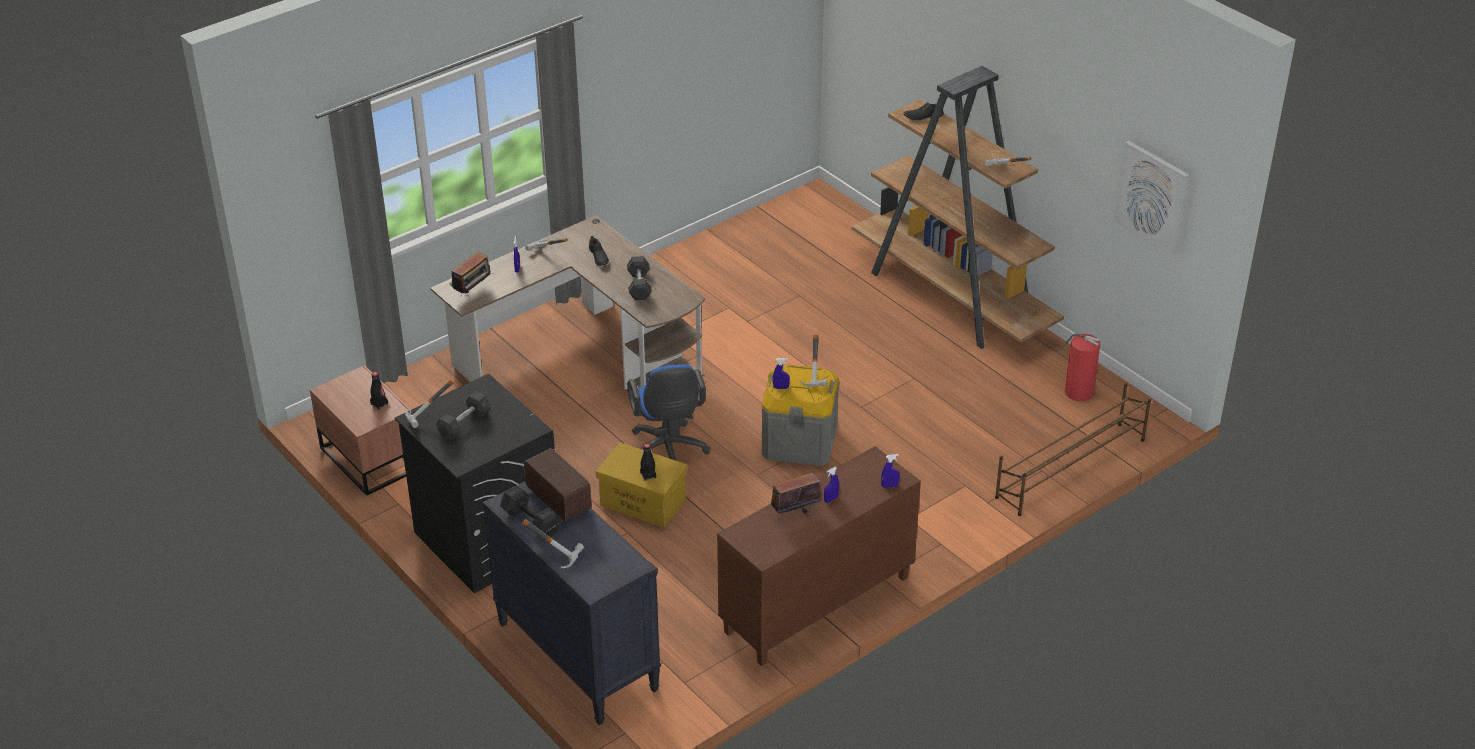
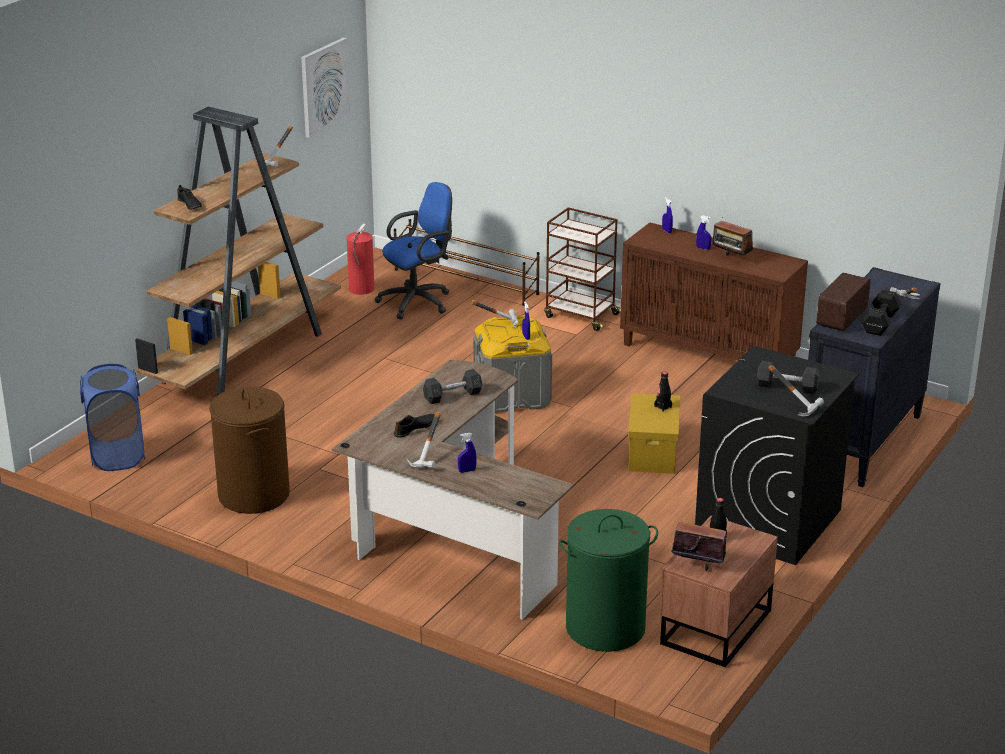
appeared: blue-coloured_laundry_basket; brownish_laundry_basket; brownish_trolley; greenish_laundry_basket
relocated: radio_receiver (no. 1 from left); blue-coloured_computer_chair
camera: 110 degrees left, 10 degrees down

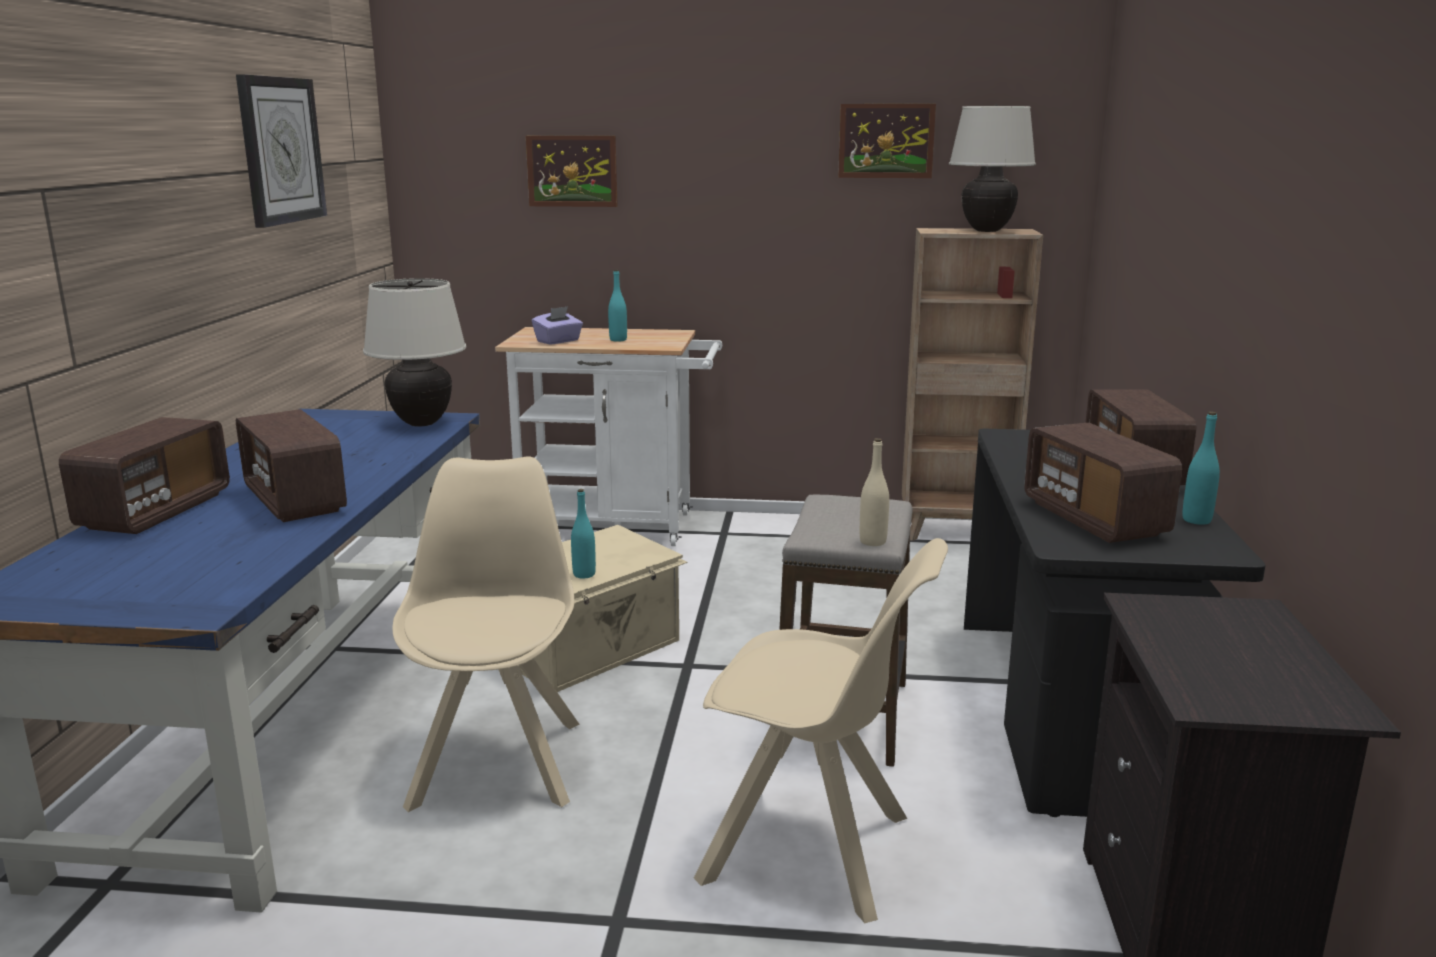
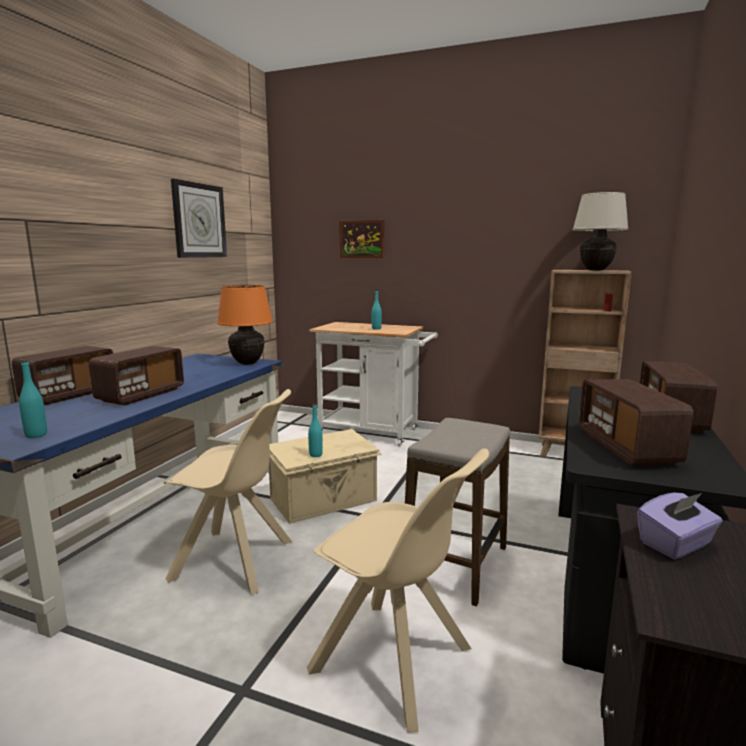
missing: wall_art (no. 2 from left); sand-coloured_beverage_bottle
relocated: purple-coloured_tissue_holder; turquoise-coloured_beverage_bottle (no. 3 from left in the first image) to turquoise-coloured_beverage_bottle (no. 1 from left)
colour: sand-coloured_tabletop_lamp (no. 1 from left) to orange-coloured_tabletop_lamp
spun: radio_receiver (no. 2 from left) 135 degrees counterclockwise; sand-coloured_chair (no. 1 from left) 90 degrees clockwise
camera: 15 degrees right, 5 degrees down

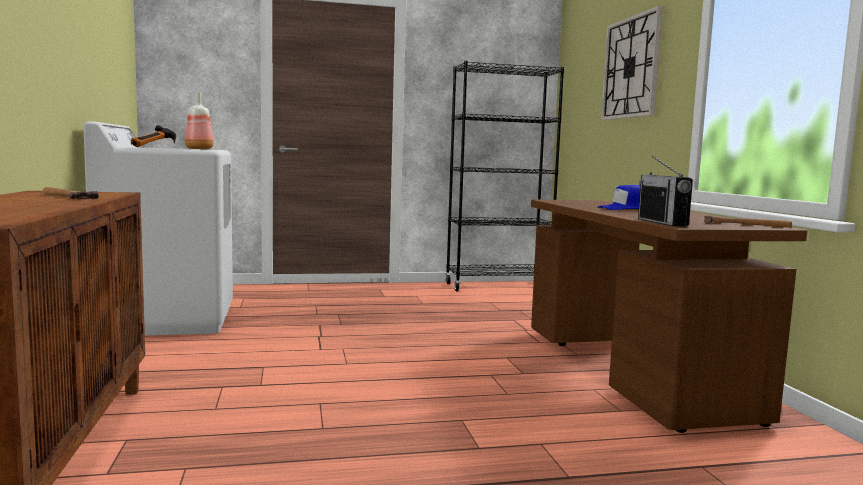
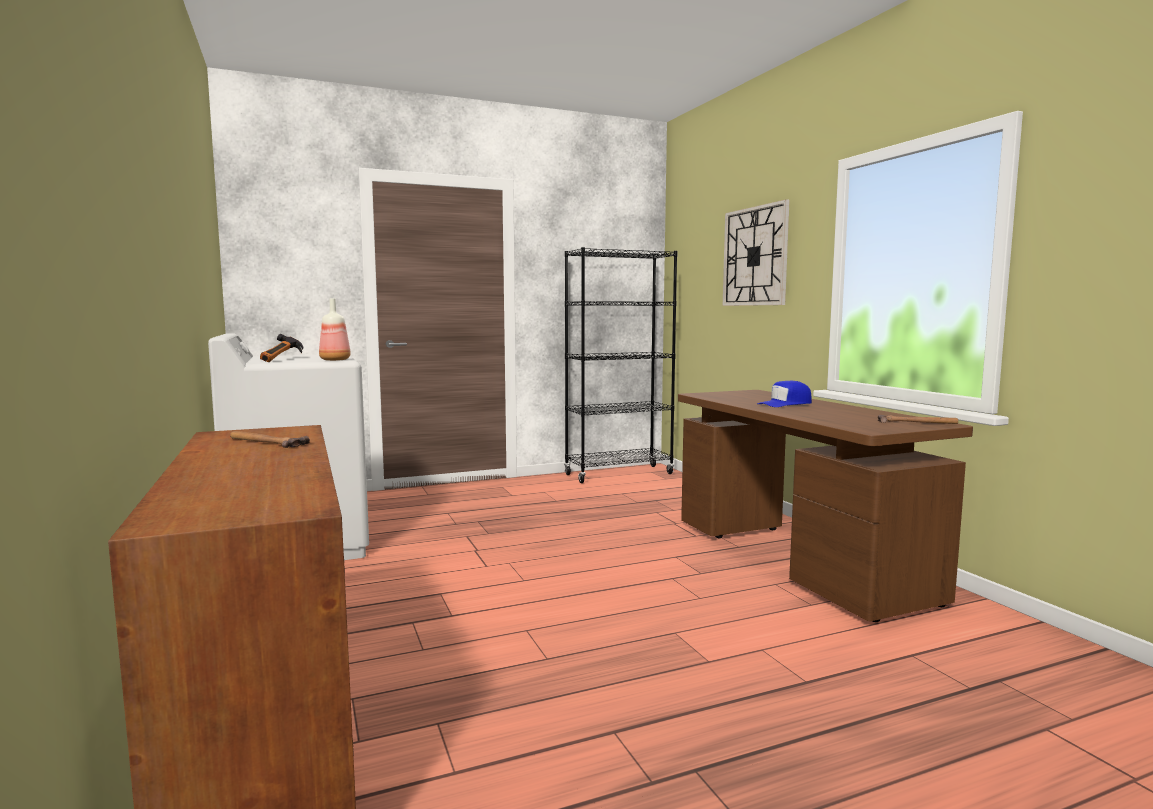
missing: radio_receiver
camera: 10 degrees left, 0 degrees up

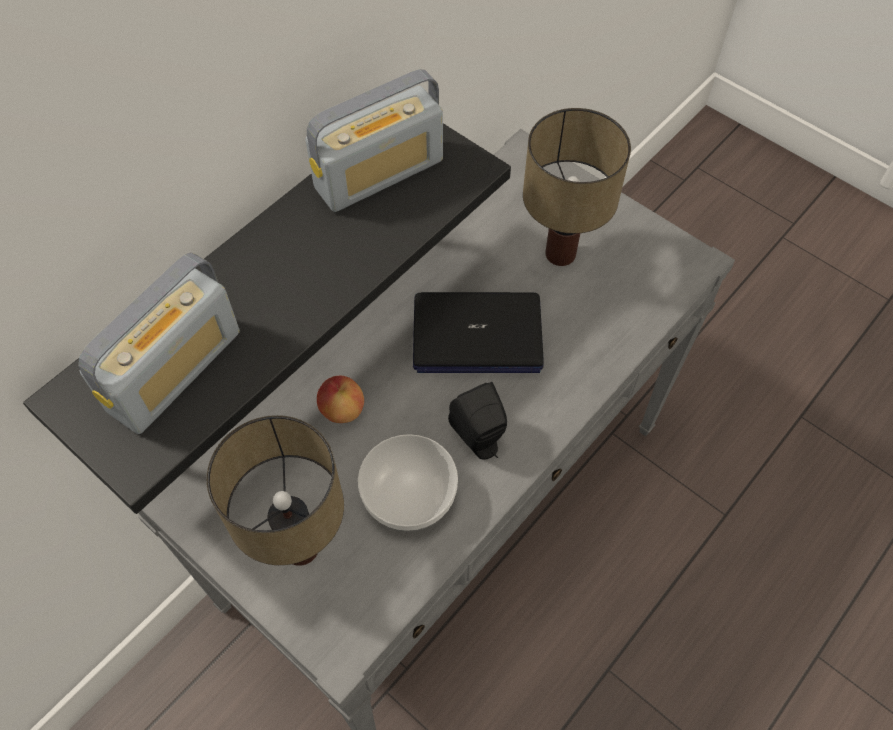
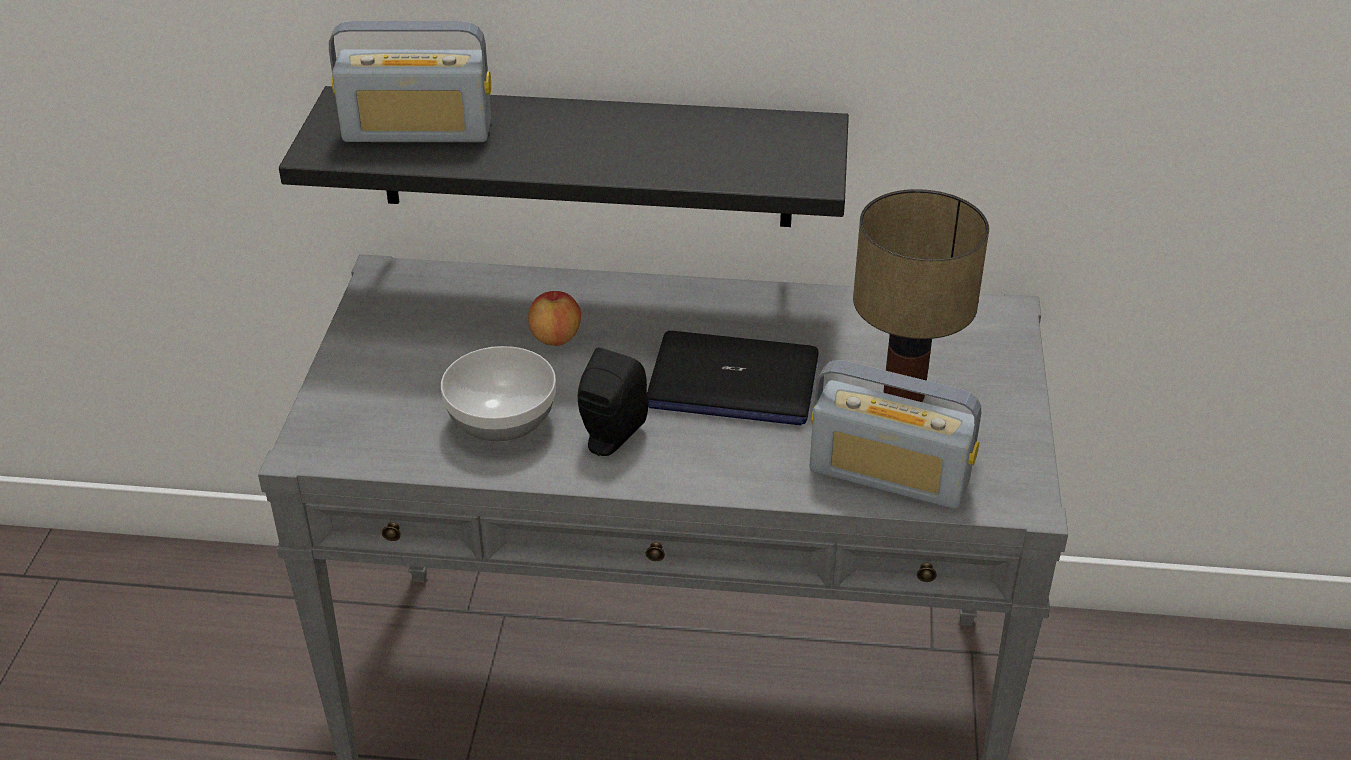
missing: tabletop_lamp (no. 1 from left)
relocated: radio_receiver (no. 2 from left)
spun: laptop 45 degrees counterclockwise
camera: 55 degrees right, 20 degrees down

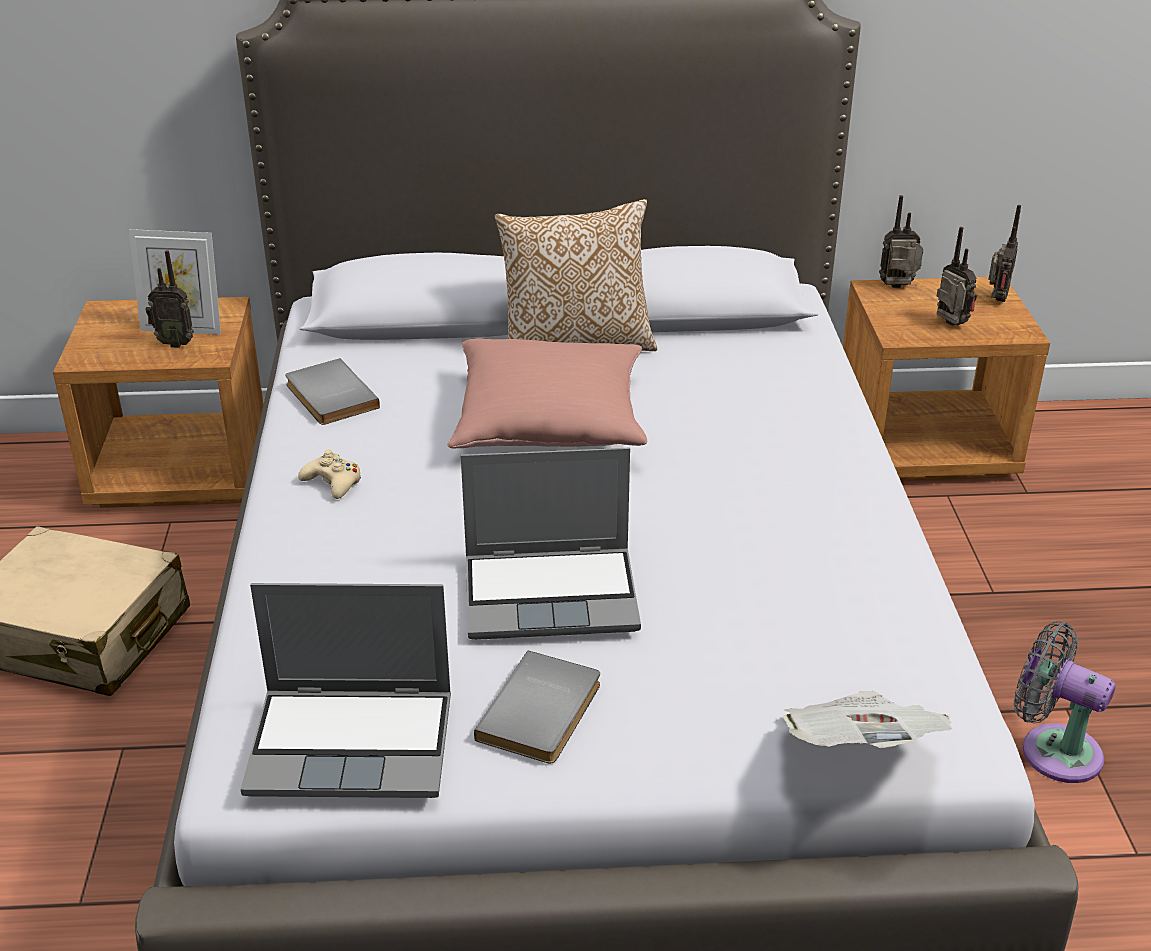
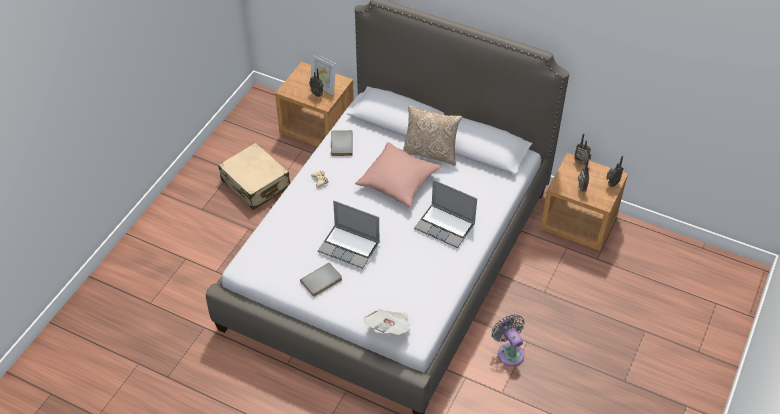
relocated: laptop (no. 1 from left in the first image) to laptop (no. 2 from left)
camera: 30 degrees right, 15 degrees up

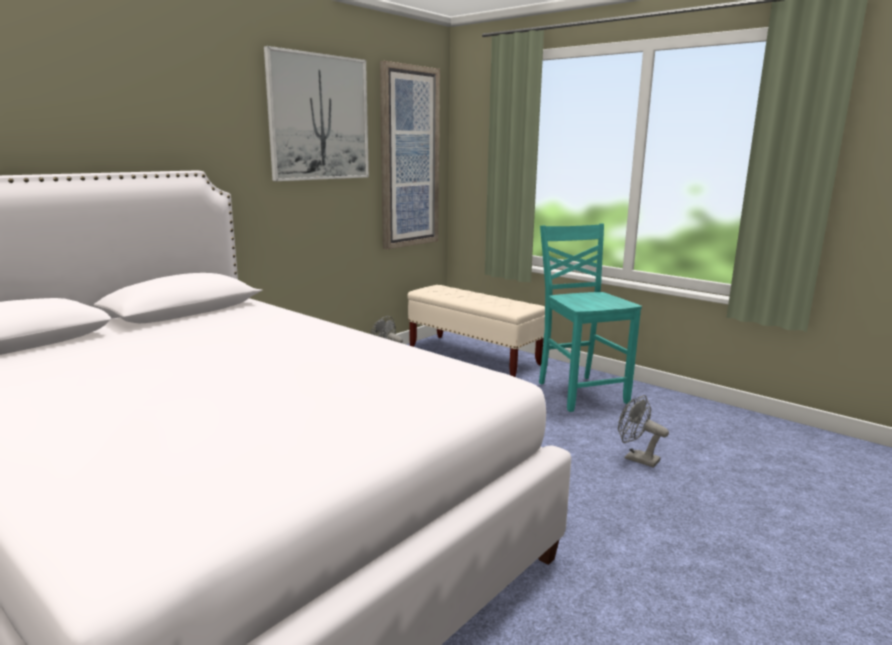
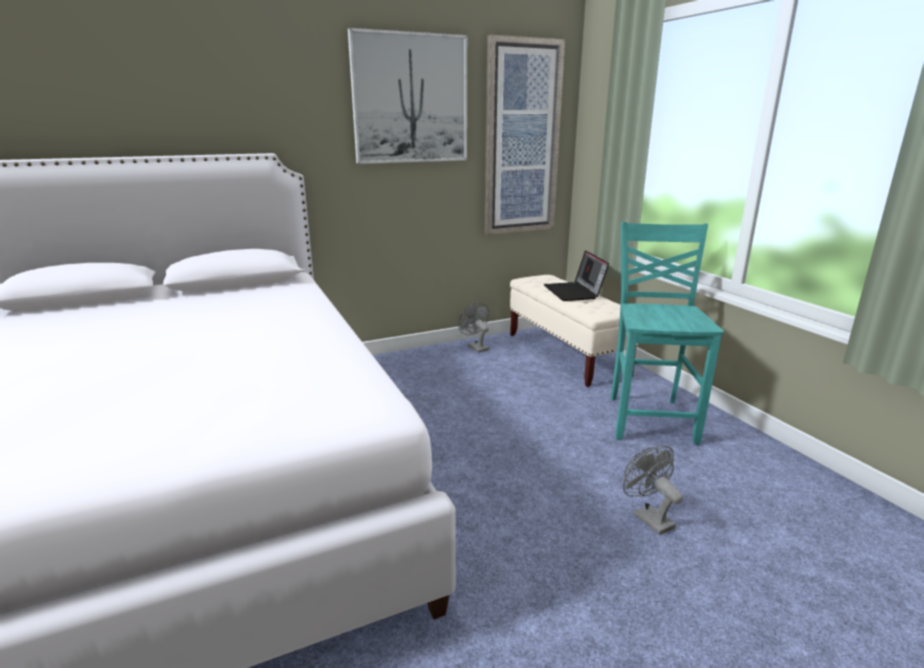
appeared: laptop
camera: 25 degrees right, 5 degrees up

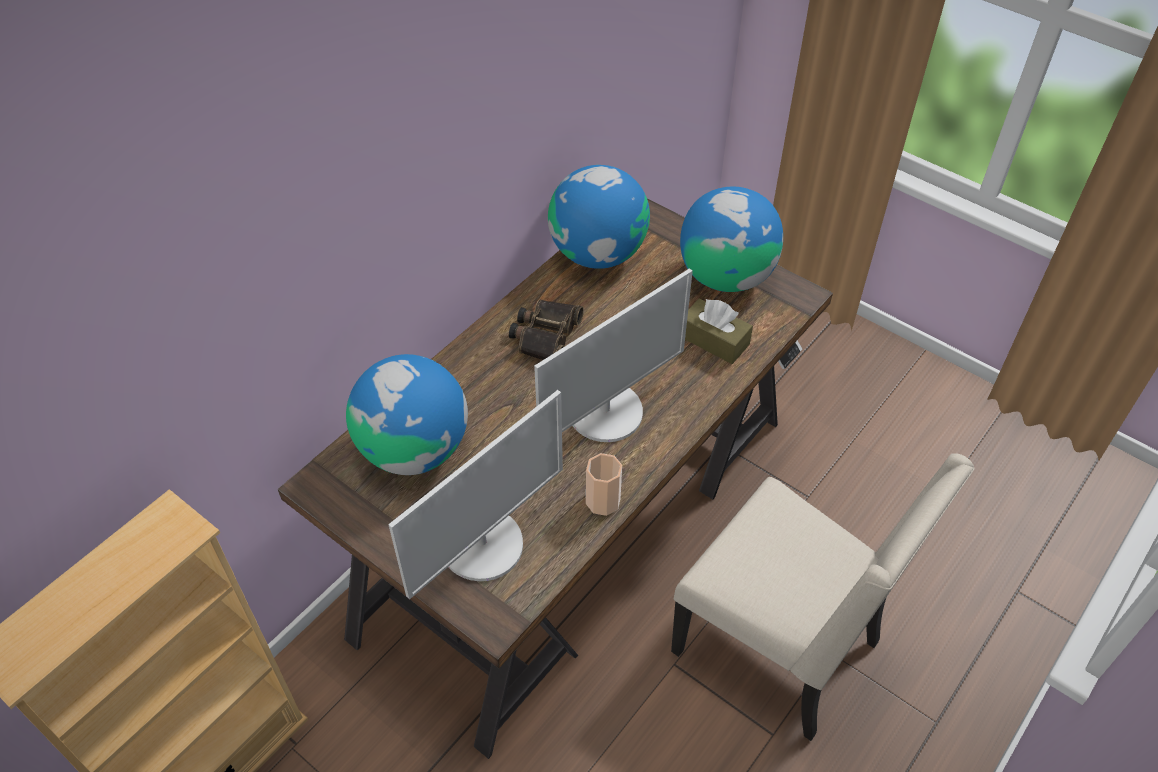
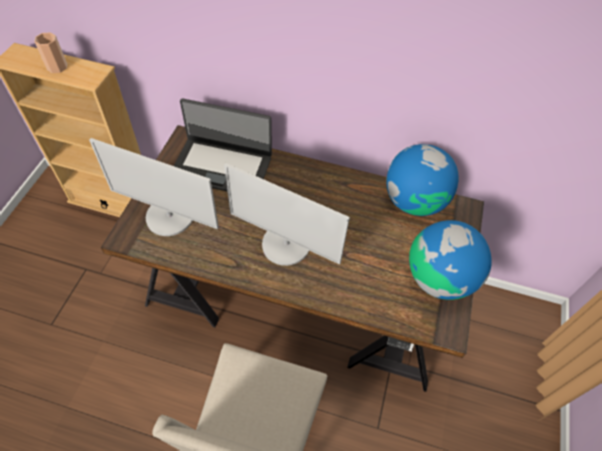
missing: pair_of_binoculars; brownish_tissue_holder
relocated: cup
exchanged: world_globe (no. 1 from left) to laptop
camera: 65 degrees right, 5 degrees up

